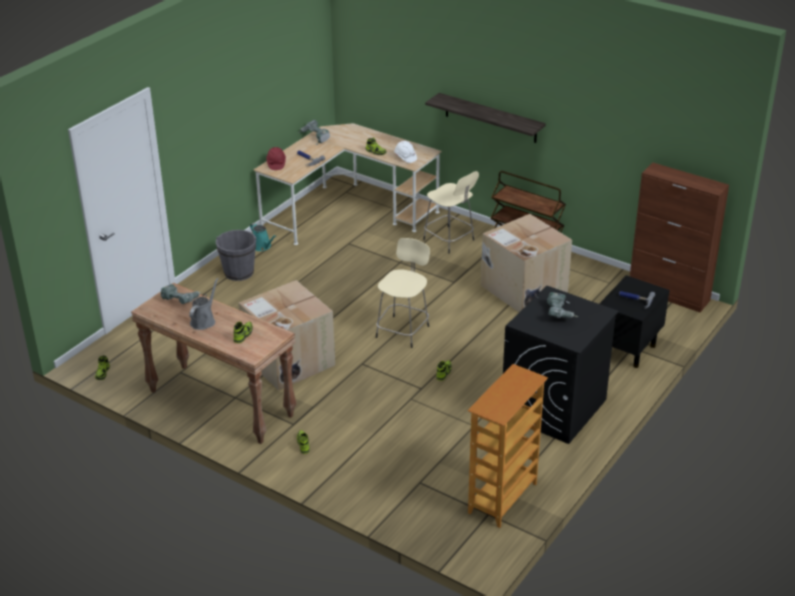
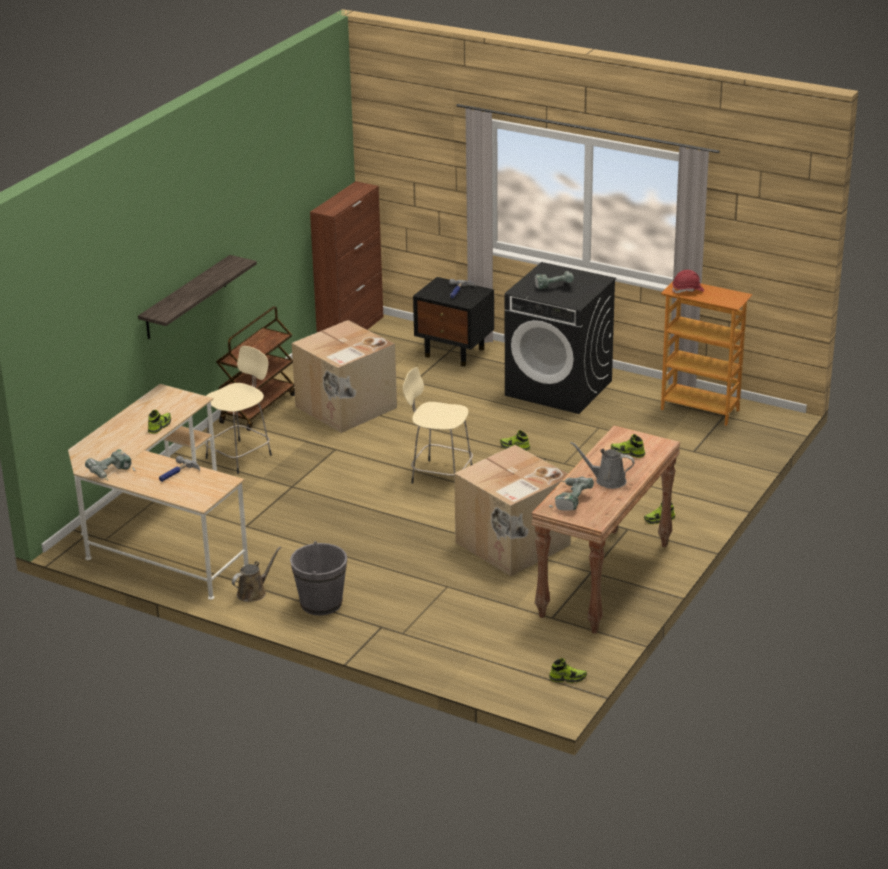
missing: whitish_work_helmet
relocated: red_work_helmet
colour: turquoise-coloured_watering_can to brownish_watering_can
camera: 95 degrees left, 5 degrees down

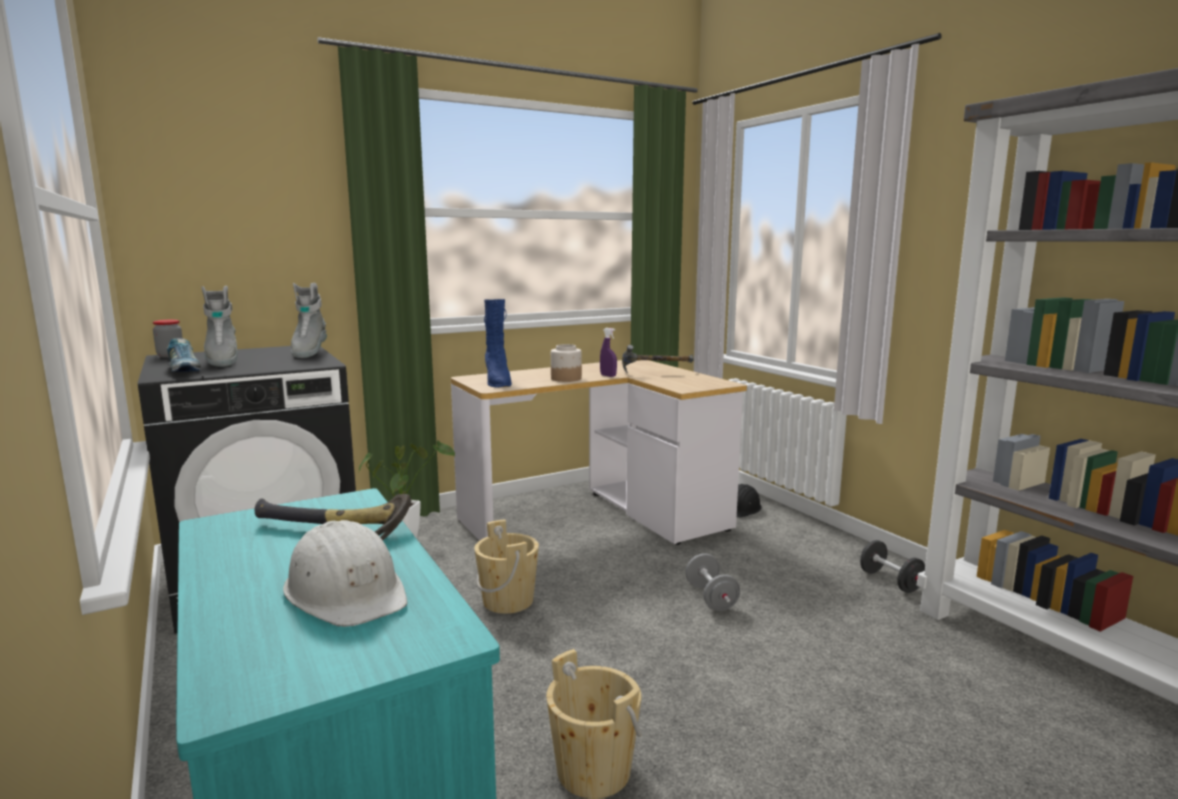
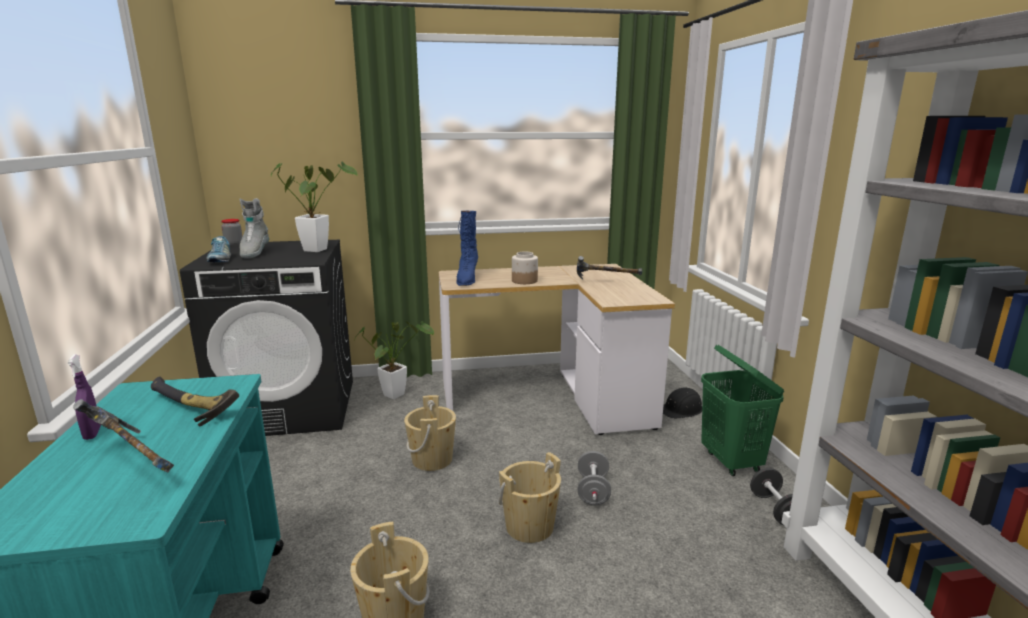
appeared: sand-coloured_pail (no. 3 from left); greenish_laundry_basket
relocated: purple-coloured_hand_sprayer
exchanged: whitish_work_helmet to hammer (no. 1 from left); gray_high-top_boot (no. 2 from left) to potted_plant (no. 1 from left)
camera: 20 degrees right, 5 degrees up

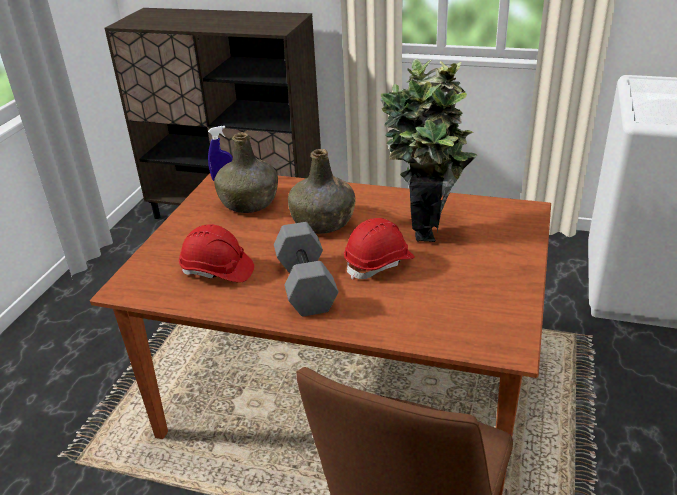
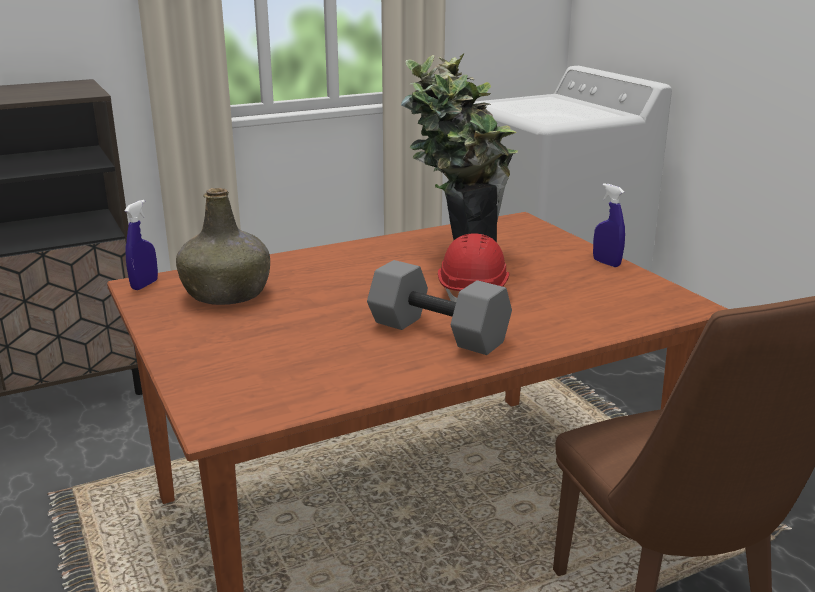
missing: red_work_helmet (no. 1 from left); greenish_beverage_bottle (no. 2 from left)
appeared: blue-coloured_hand_sprayer (no. 2 from left)
camera: 45 degrees left, 10 degrees down

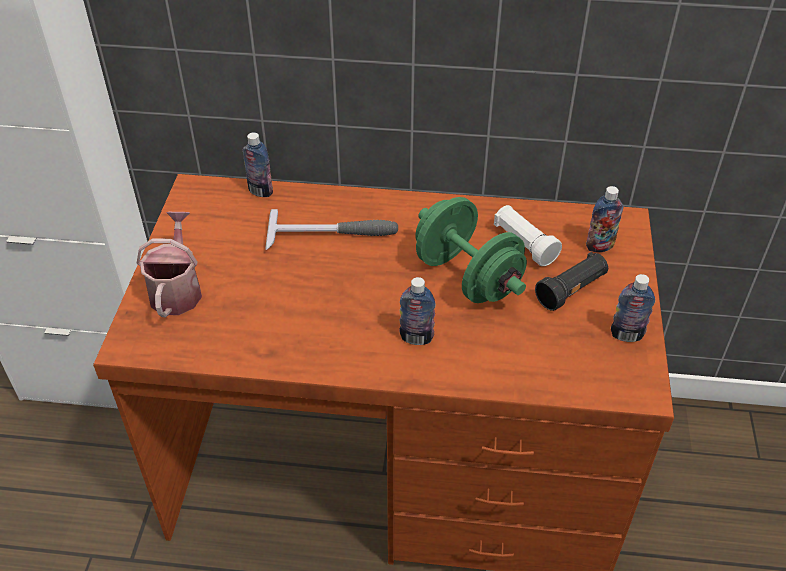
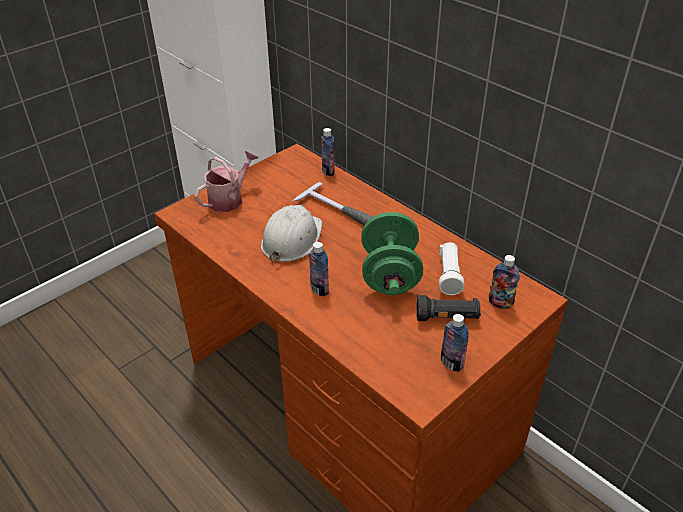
appeared: whitish_work_helmet
camera: 40 degrees right, 5 degrees down

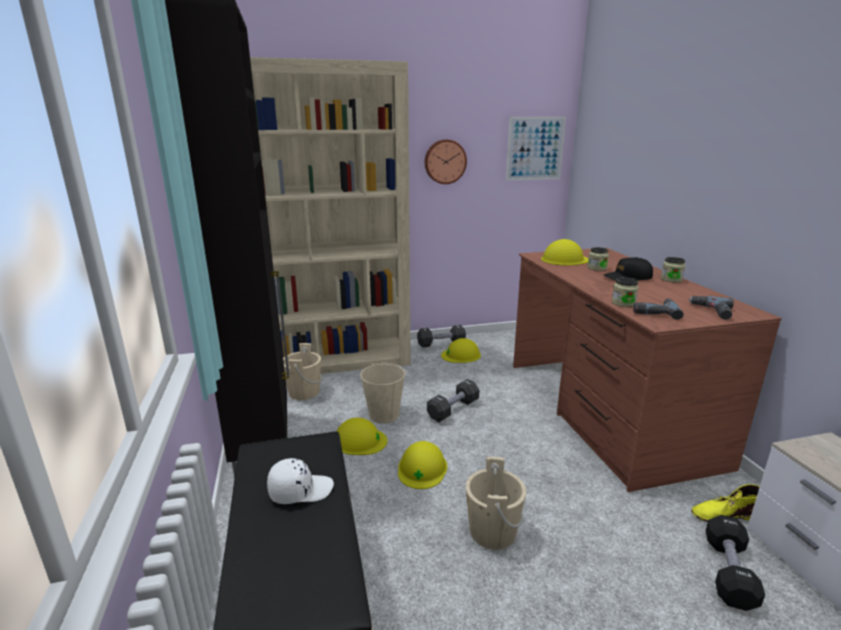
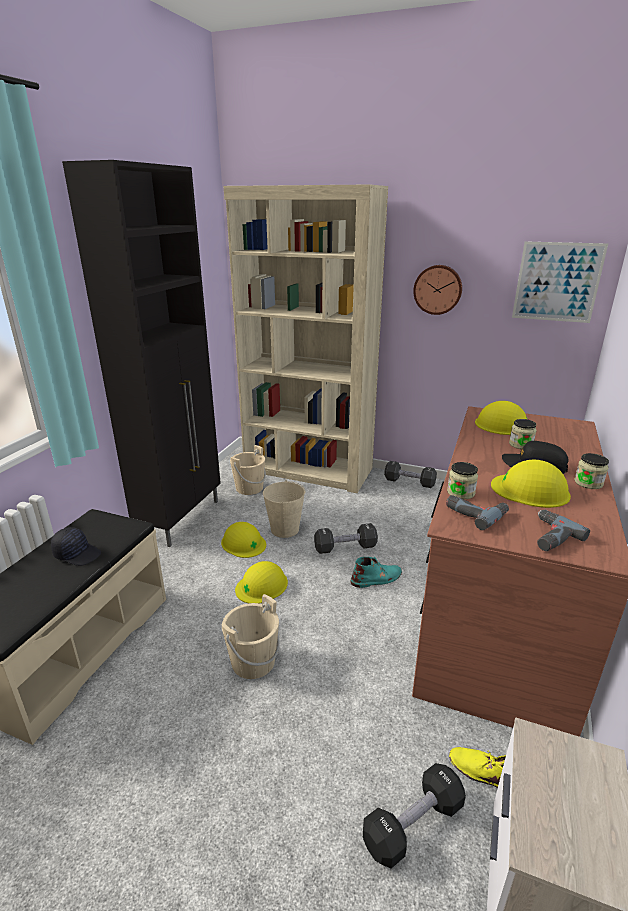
appeared: turquoise-coloured_high-top_boot
relocated: yellow-coloured_work_helmet (no. 3 from left in the first image) to yellow-coloured_work_helmet (no. 4 from left)
colour: whitish_cap to black_cap (no. 1 from left)
camera: 35 degrees right, 5 degrees up

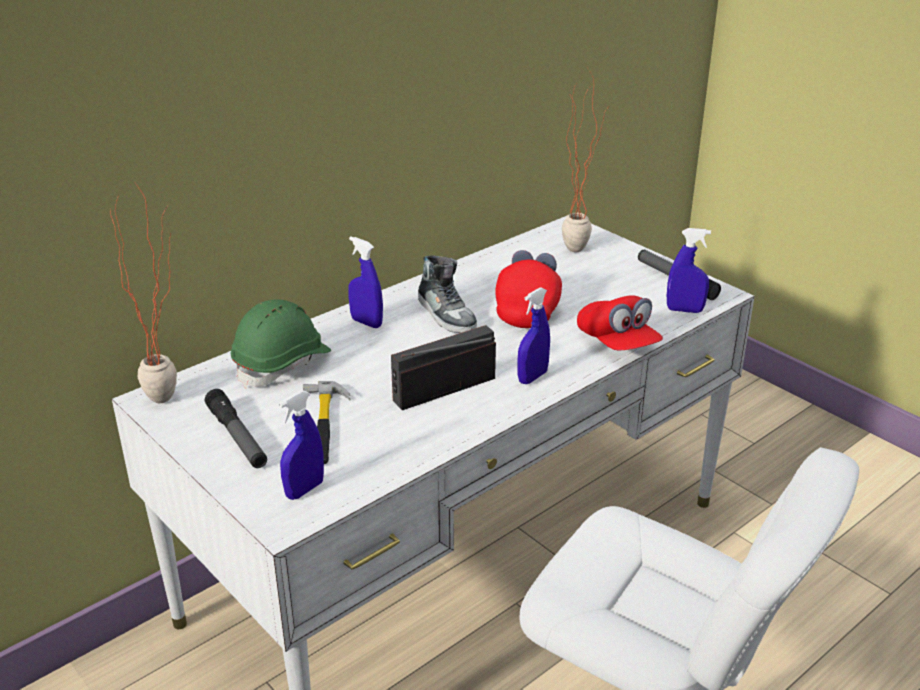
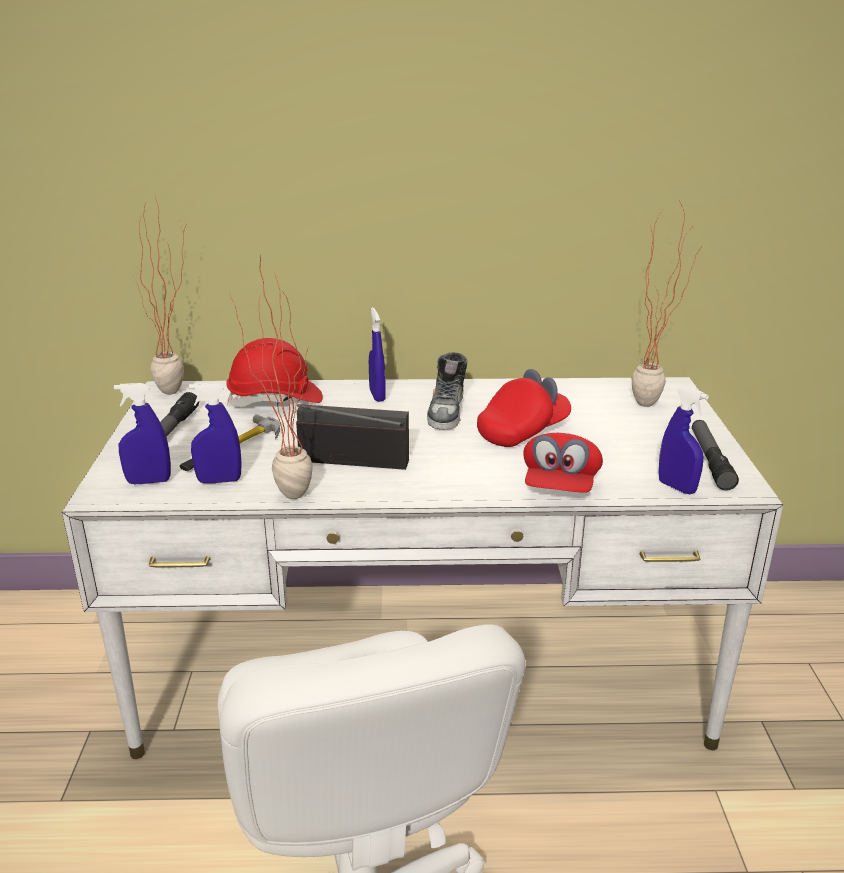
appeared: potted_plant (no. 2 from left)
relocated: blue-coloured_hand_sprayer (no. 3 from left in the first image) to blue-coloured_hand_sprayer (no. 2 from left)
colour: greenish_work_helmet to red_work_helmet
camera: 40 degrees right, 5 degrees down

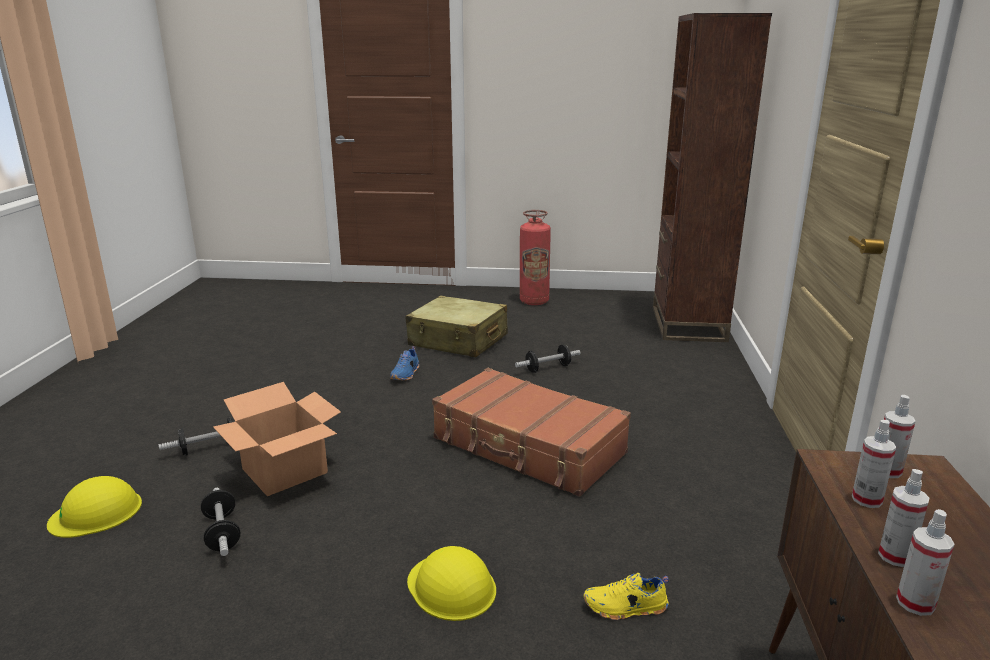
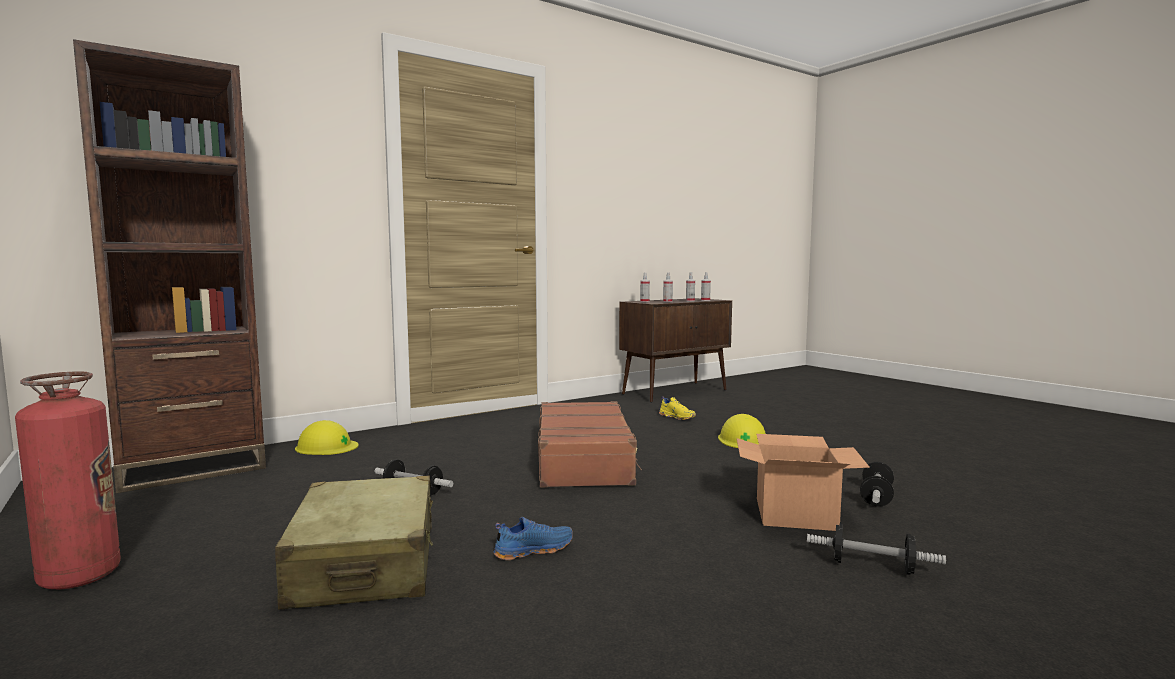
relocated: yellow-coloured_work_helmet (no. 1 from left)
camera: 130 degrees left, 15 degrees down

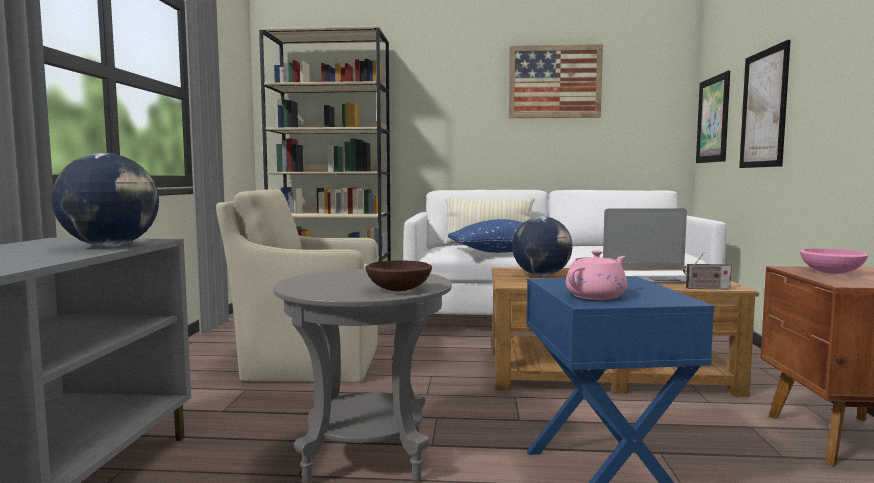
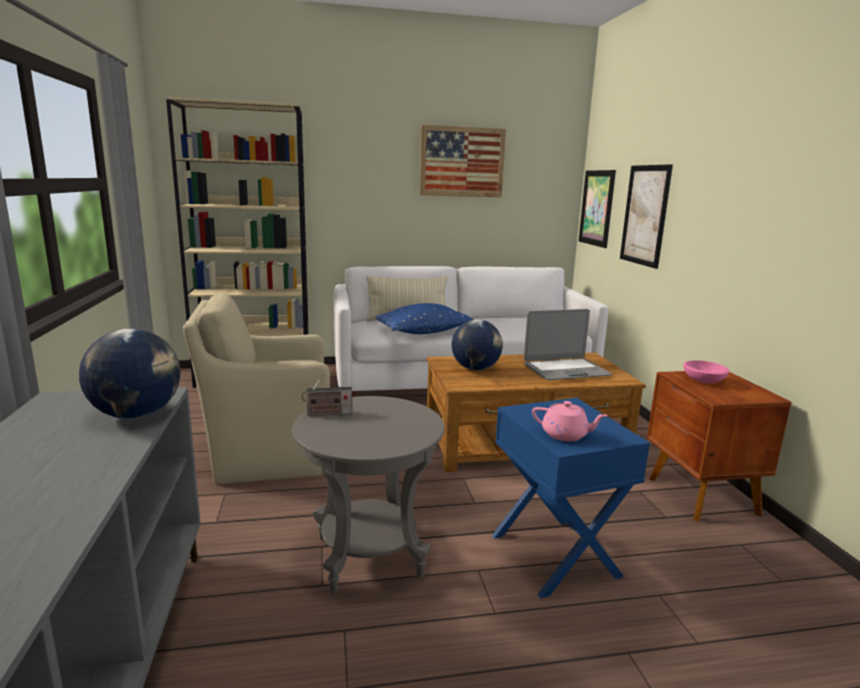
missing: brownish_deep_dish
relocated: radio_receiver
spun: pink-coloured_teapot 75 degrees clockwise
camera: 15 degrees left, 10 degrees up

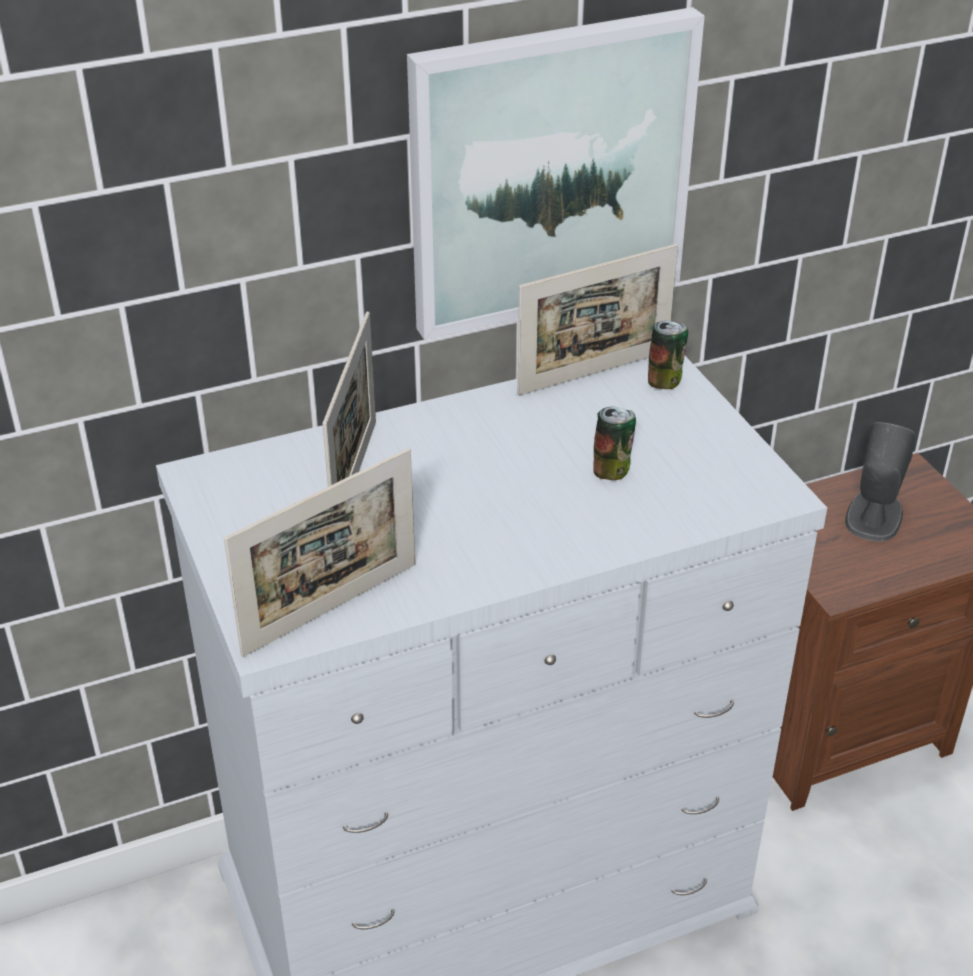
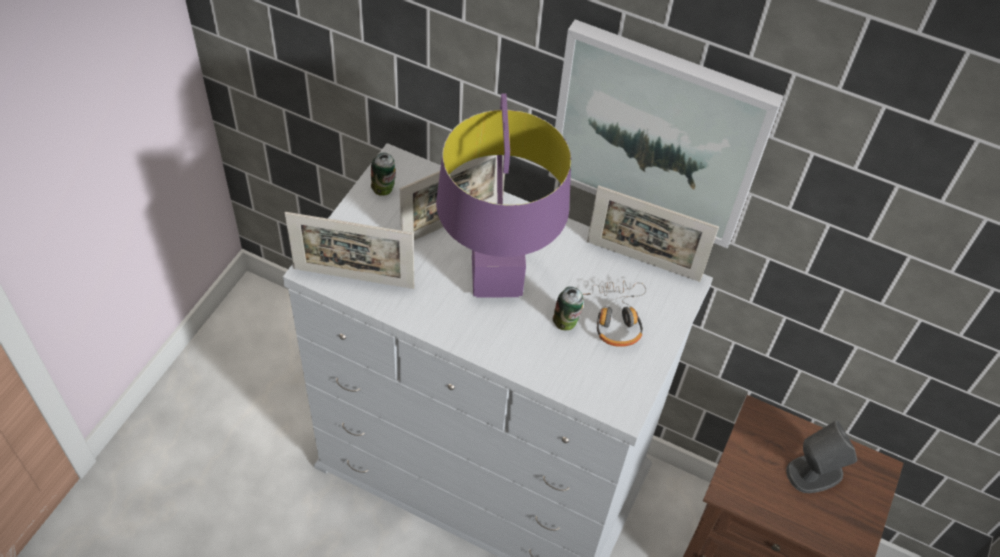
appeared: purple-coloured_tabletop_lamp; pair_of_headphones
relocated: can (no. 2 from left in the first image) to can (no. 1 from left)
camera: 45 degrees right, 15 degrees up

